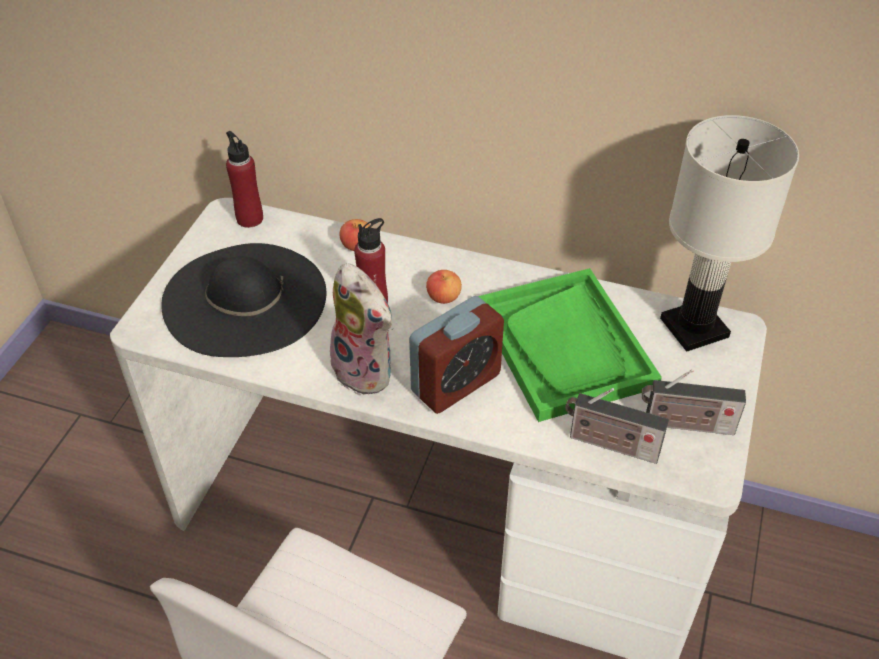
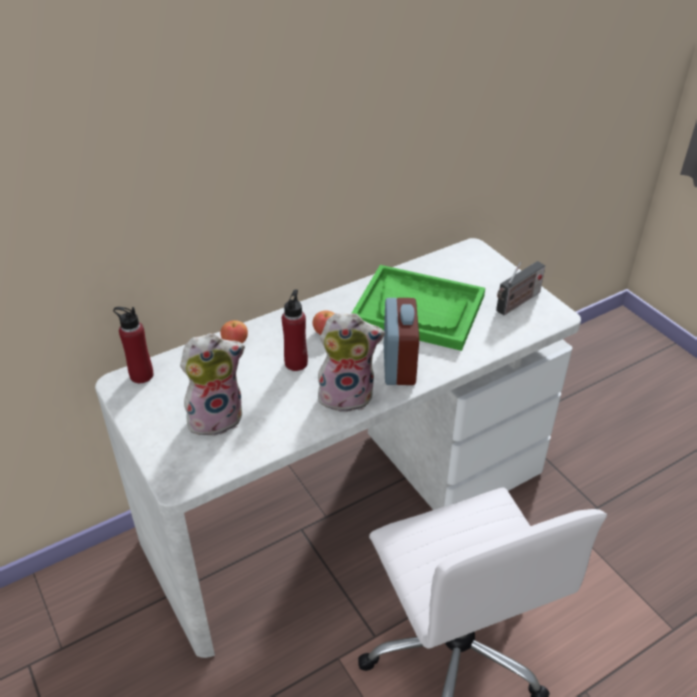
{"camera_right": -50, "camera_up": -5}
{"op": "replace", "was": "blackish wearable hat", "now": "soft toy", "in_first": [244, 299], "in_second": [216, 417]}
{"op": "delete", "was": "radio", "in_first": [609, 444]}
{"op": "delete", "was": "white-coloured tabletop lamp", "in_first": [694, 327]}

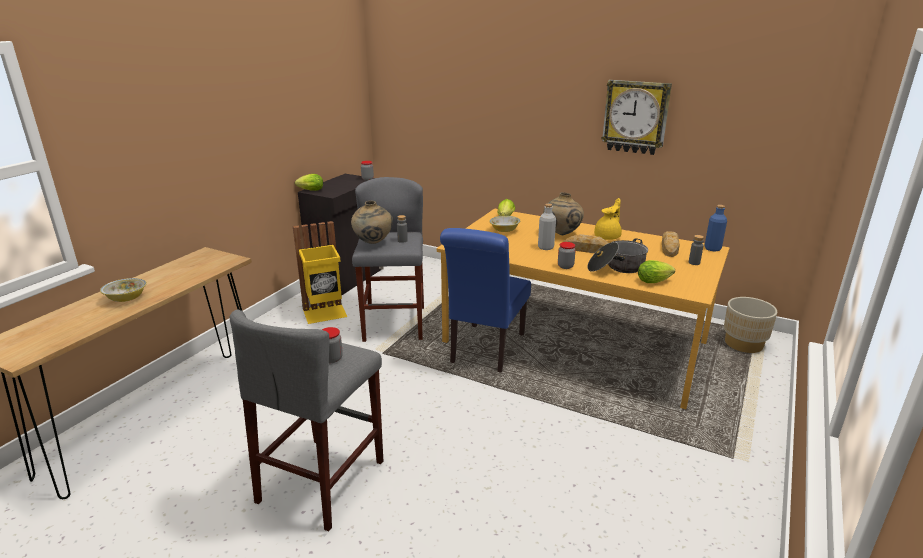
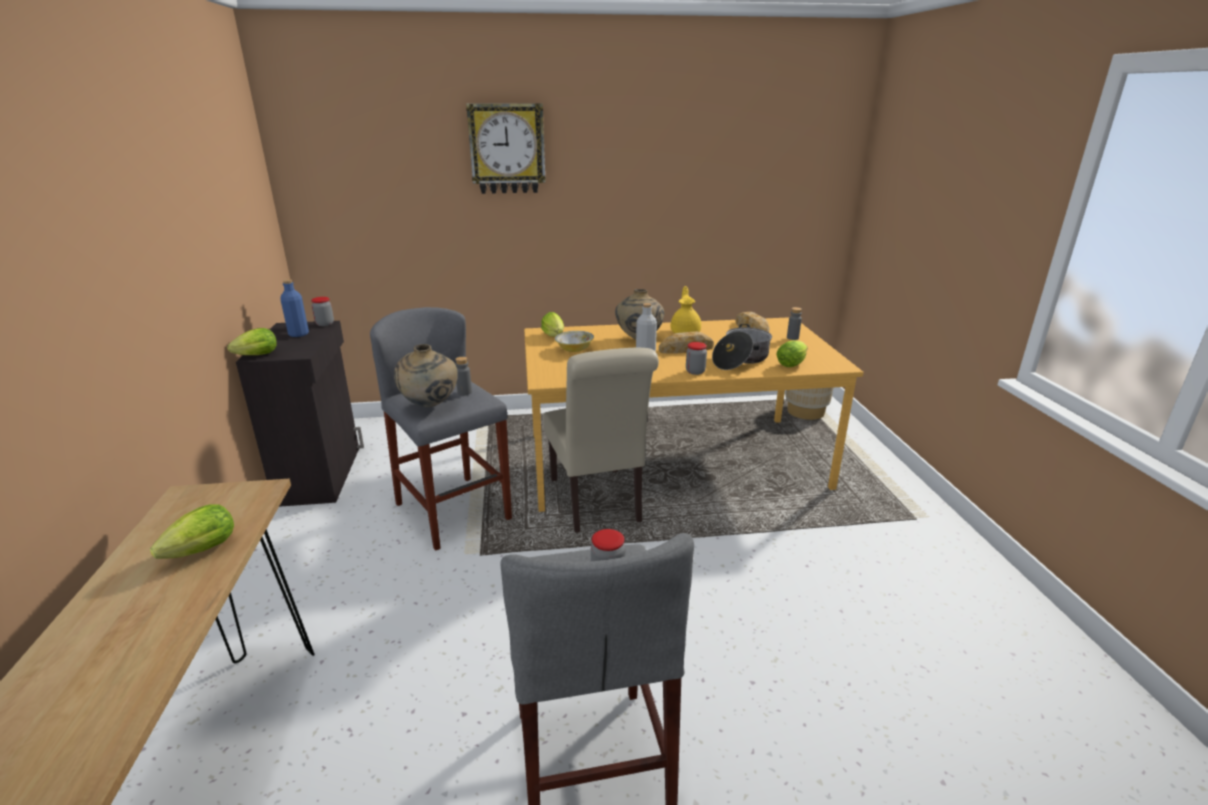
{"camera_right": -35, "camera_up": 0}
{"op": "insert", "now": "lettuce head", "in_second": [198, 553]}
{"op": "move", "was": "blue drink bottle", "in_first": [712, 248], "in_second": [298, 334]}
{"op": "move", "was": "clock on the wall", "in_first": [635, 117], "in_second": [507, 149]}
{"op": "recolor", "was": "blue upright chair", "now": "sand-coloured upright chair", "in_first": [485, 351], "in_second": [597, 504]}
{"op": "delete", "was": "deep dish", "in_first": [126, 298]}
{"op": "delete", "was": "yellow waste bin", "in_first": [325, 313]}

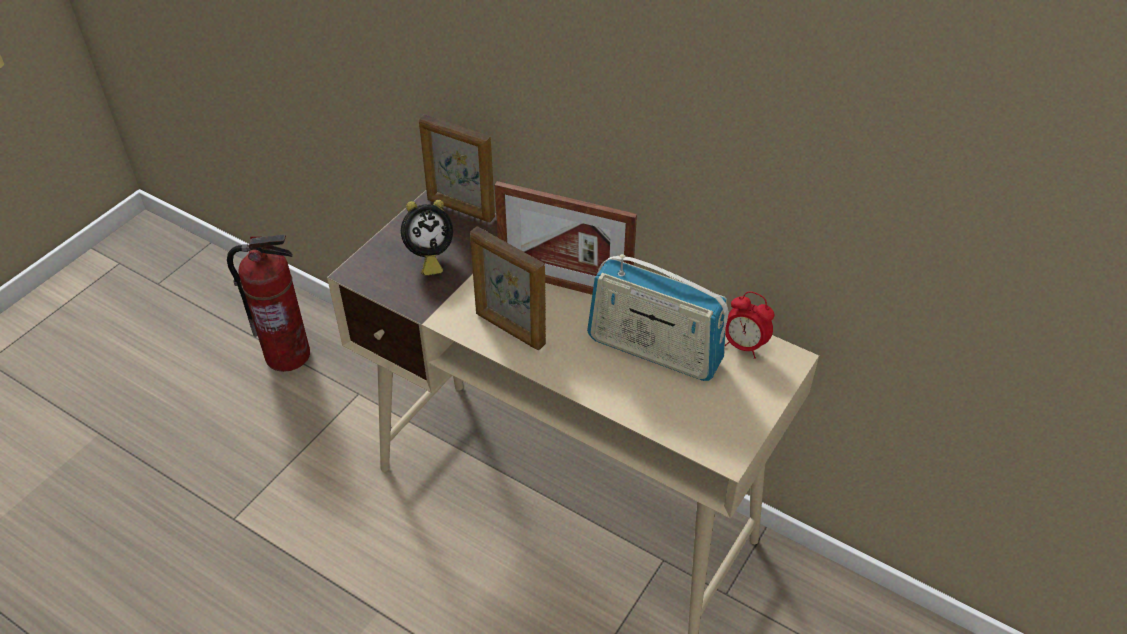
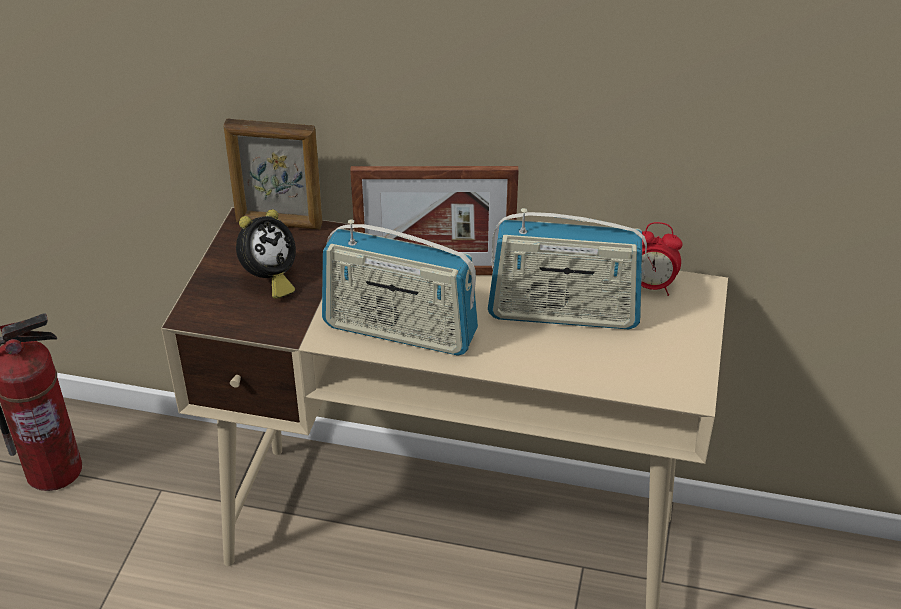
{"camera_right": -20, "camera_up": -5}
{"op": "replace", "was": "photo frame", "now": "radio", "in_first": [509, 329], "in_second": [399, 330]}

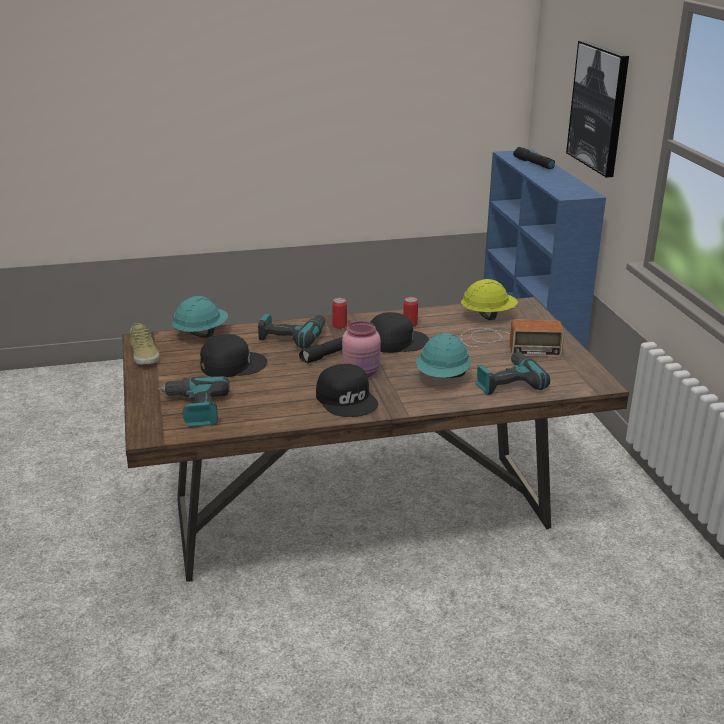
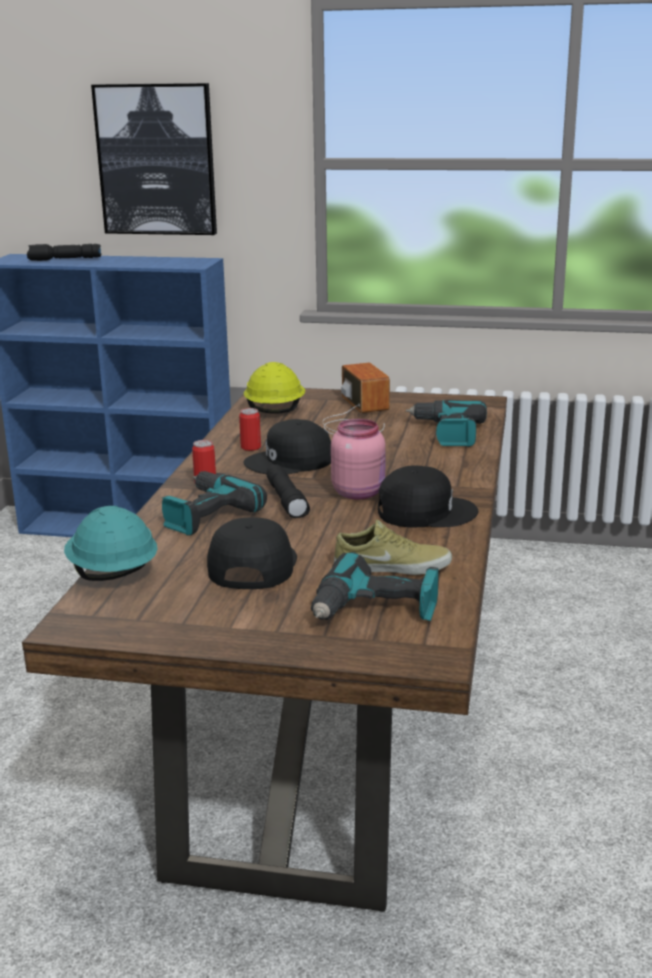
{"camera_right": -65, "camera_up": -5}
{"op": "rotate", "was": "blackish baseball cap", "in_first": [396, 341], "in_second": [290, 462], "clockwise": -120}
{"op": "rotate", "was": "radio", "in_first": [507, 343], "in_second": [355, 416], "clockwise": -45}
{"op": "move", "was": "sand-coloured shoe", "in_first": [145, 354], "in_second": [392, 566]}
{"op": "delete", "was": "turquoise-coloured safety helmet", "in_first": [443, 377]}

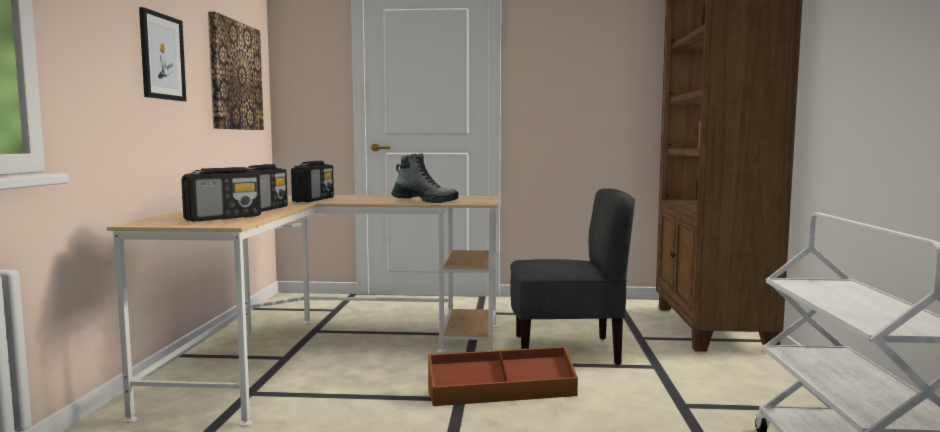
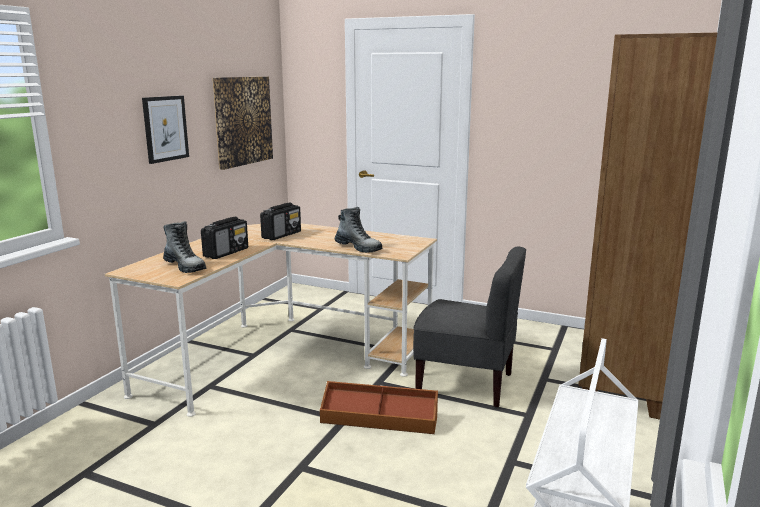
{"camera_right": 20, "camera_up": 10}
{"op": "replace", "was": "radio", "now": "tall boot", "in_first": [224, 218], "in_second": [185, 266]}

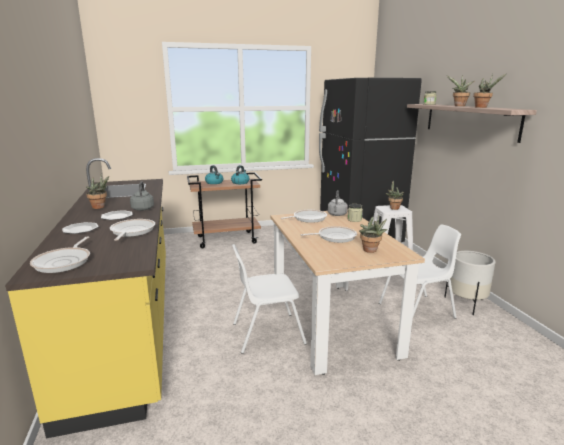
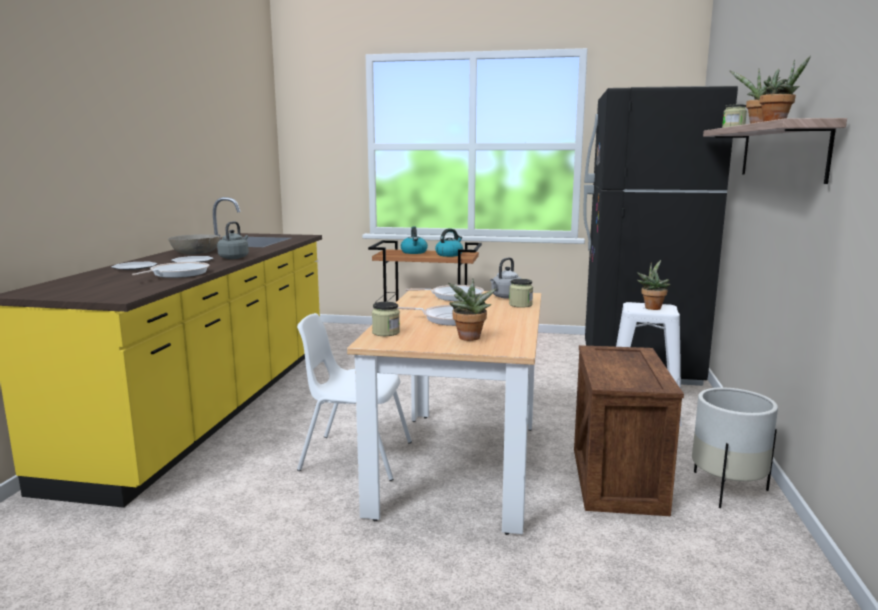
{"camera_right": 25, "camera_up": -5}
{"op": "replace", "was": "houseplant", "now": "grey deep dish", "in_first": [100, 207], "in_second": [195, 253]}
{"op": "insert", "now": "jar", "in_second": [386, 332]}
{"op": "replace", "was": "white-coloured upright chair", "now": "crate", "in_first": [418, 311], "in_second": [619, 480]}
{"op": "delete", "was": "pan", "in_first": [64, 262]}

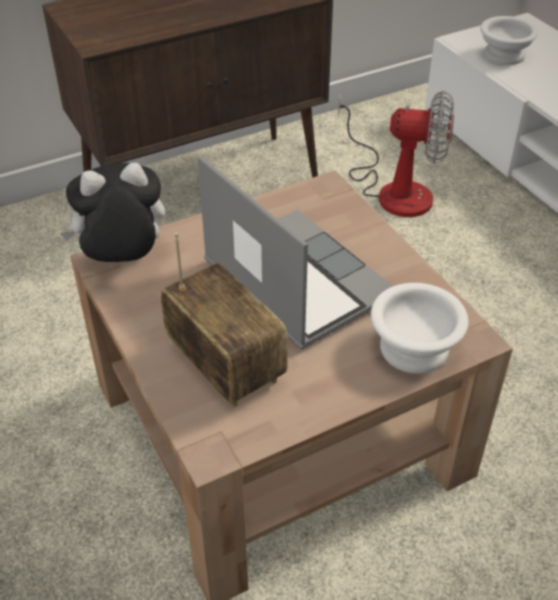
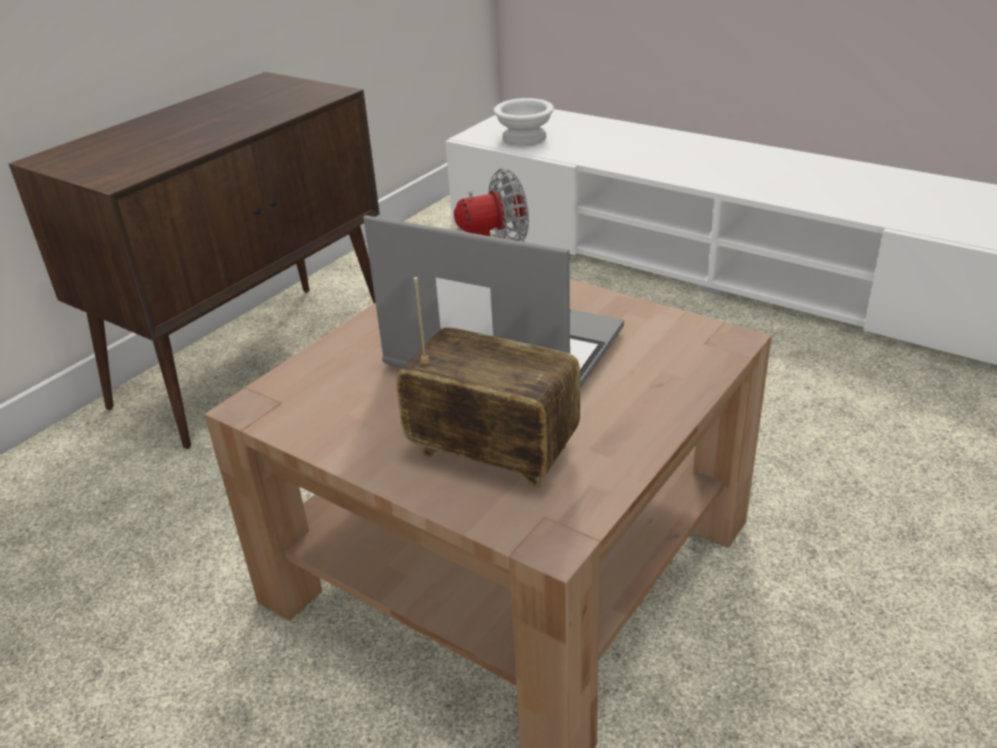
{"camera_right": -25, "camera_up": -10}
{"op": "delete", "was": "soft toy", "in_first": [123, 262]}
{"op": "delete", "was": "white-coloured deep dish", "in_first": [415, 347]}

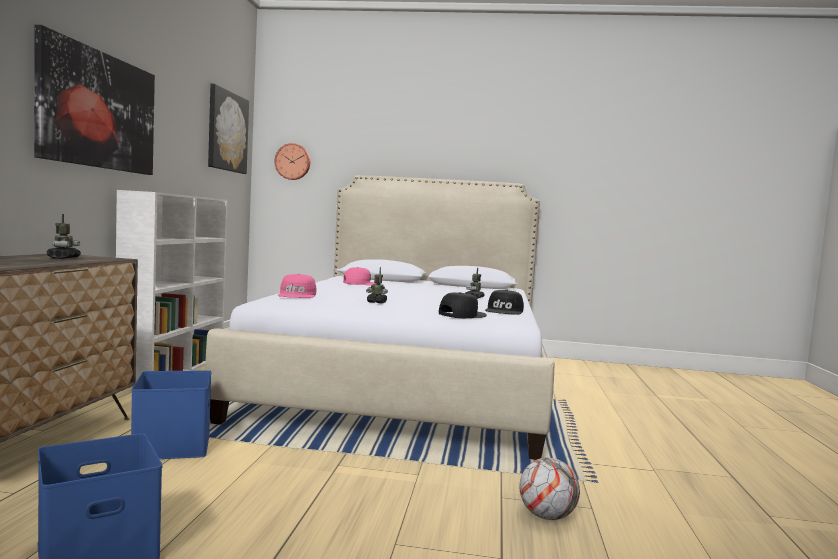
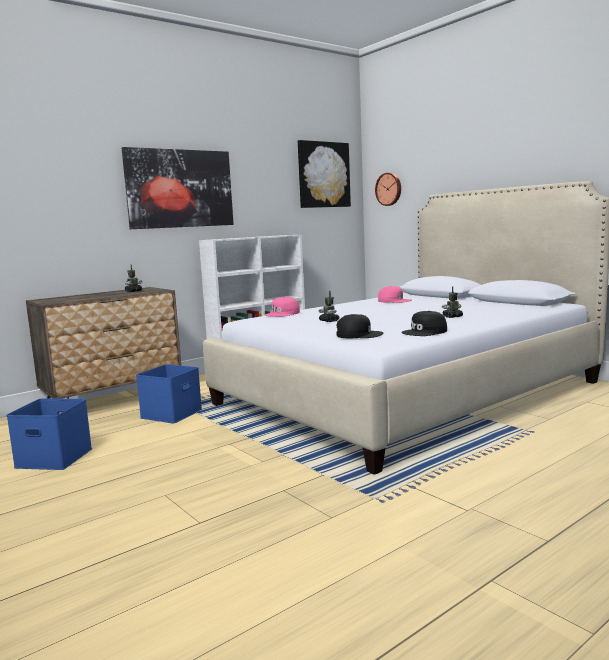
{"camera_right": 45, "camera_up": 5}
{"op": "delete", "was": "football ball", "in_first": [546, 516]}

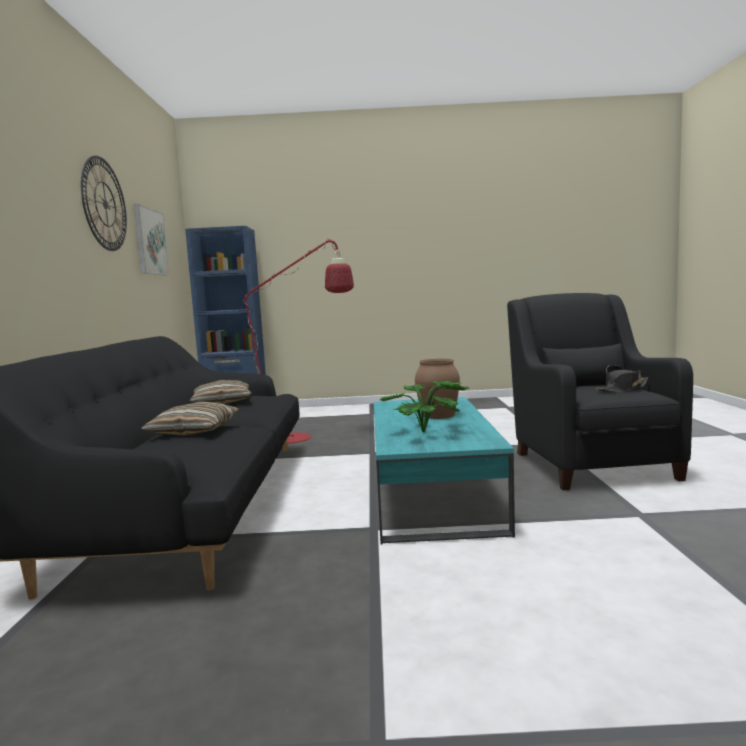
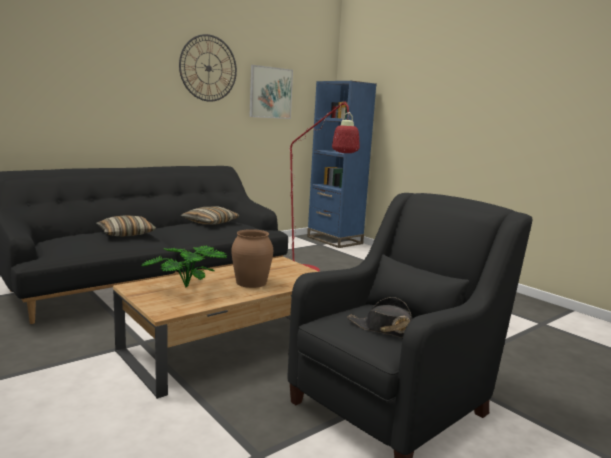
{"camera_right": 50, "camera_up": 5}
{"op": "recolor", "was": "turquoise-coloured lounge table", "now": "brownish lounge table", "in_first": [432, 492], "in_second": [232, 345]}

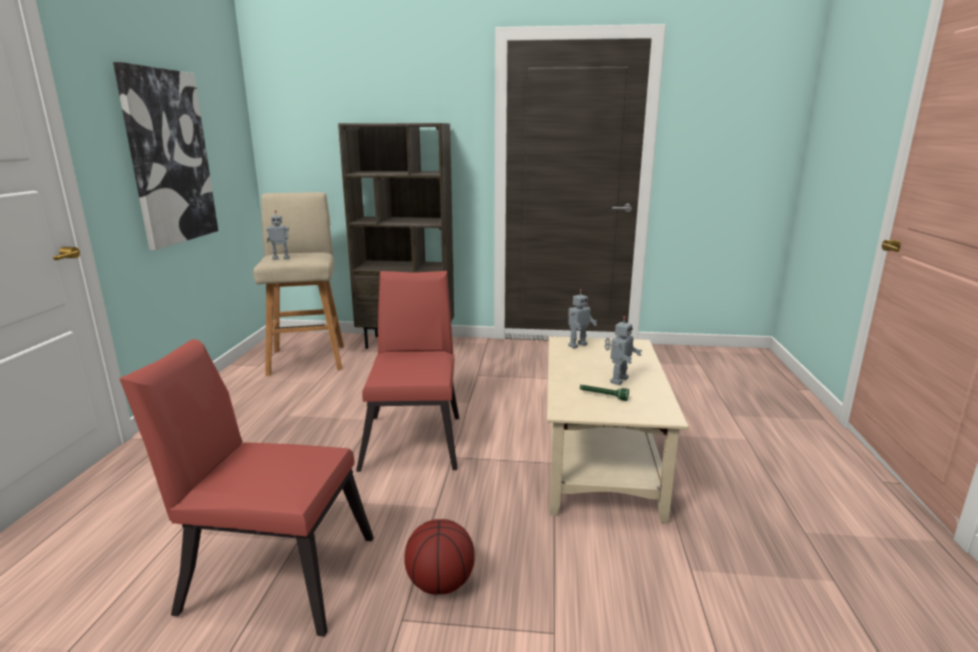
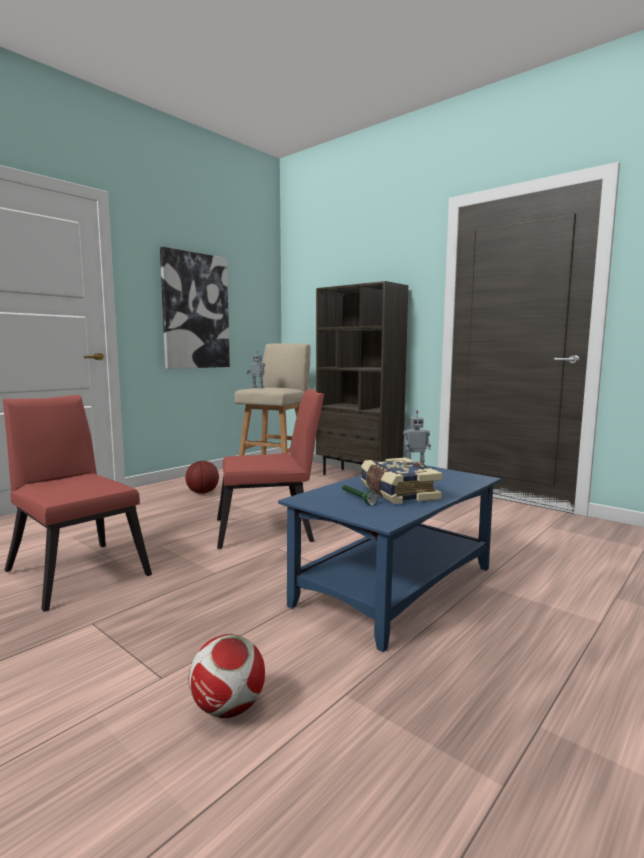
{"camera_right": 35, "camera_up": -10}
{"op": "move", "was": "basketball ball", "in_first": [441, 583], "in_second": [203, 492]}
{"op": "insert", "now": "football ball", "in_second": [228, 708]}
{"op": "rotate", "was": "reddish upright chair", "in_first": [415, 437], "in_second": [271, 530], "clockwise": 45}
{"op": "recolor", "was": "sand-coloured lounge table", "now": "blue lounge table", "in_first": [599, 458], "in_second": [396, 585]}
{"op": "replace", "was": "robot figure", "now": "volume", "in_first": [618, 380], "in_second": [397, 493]}

